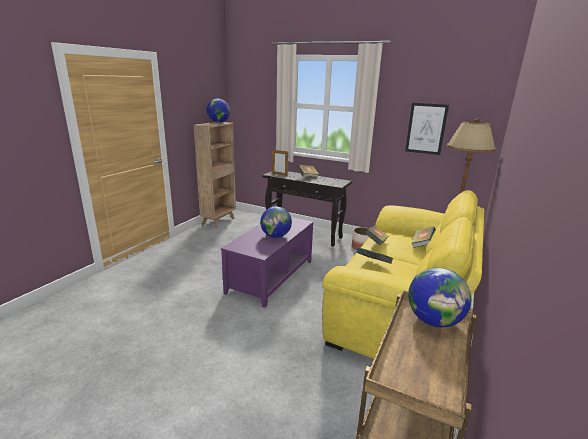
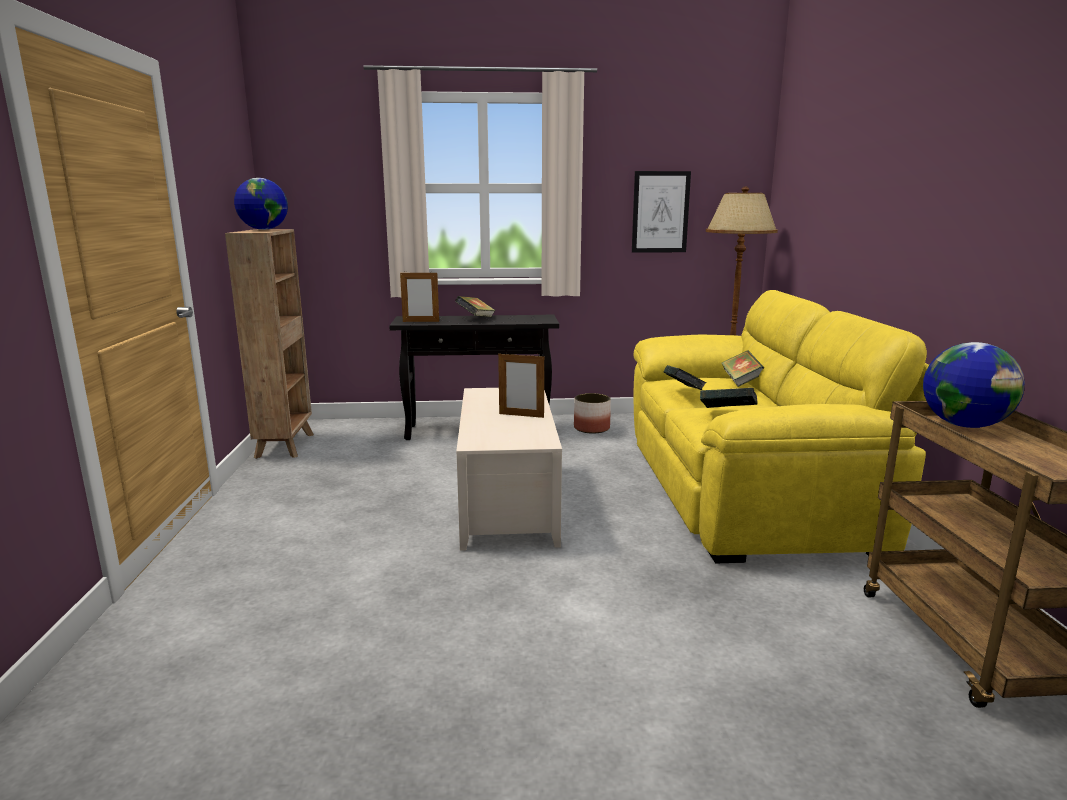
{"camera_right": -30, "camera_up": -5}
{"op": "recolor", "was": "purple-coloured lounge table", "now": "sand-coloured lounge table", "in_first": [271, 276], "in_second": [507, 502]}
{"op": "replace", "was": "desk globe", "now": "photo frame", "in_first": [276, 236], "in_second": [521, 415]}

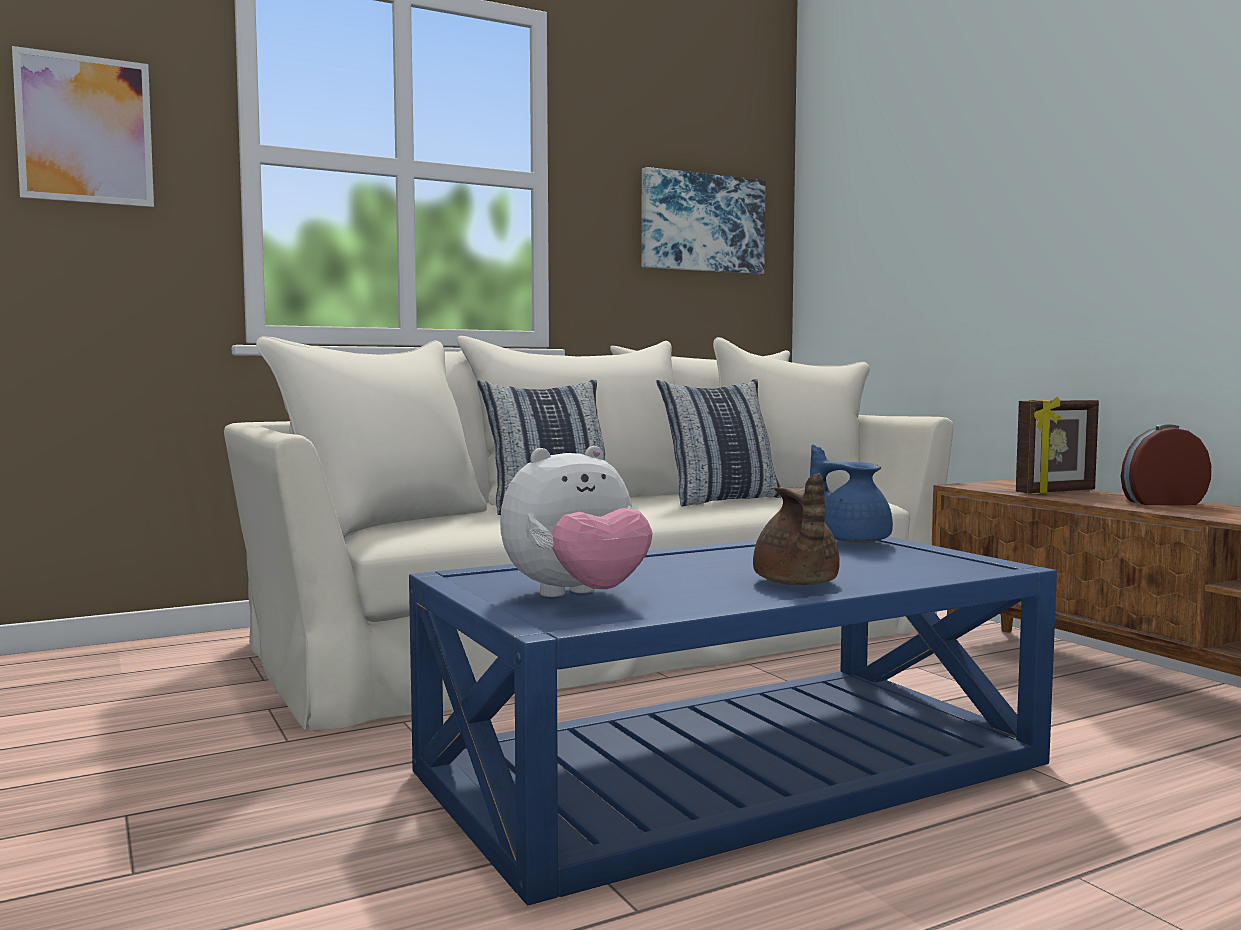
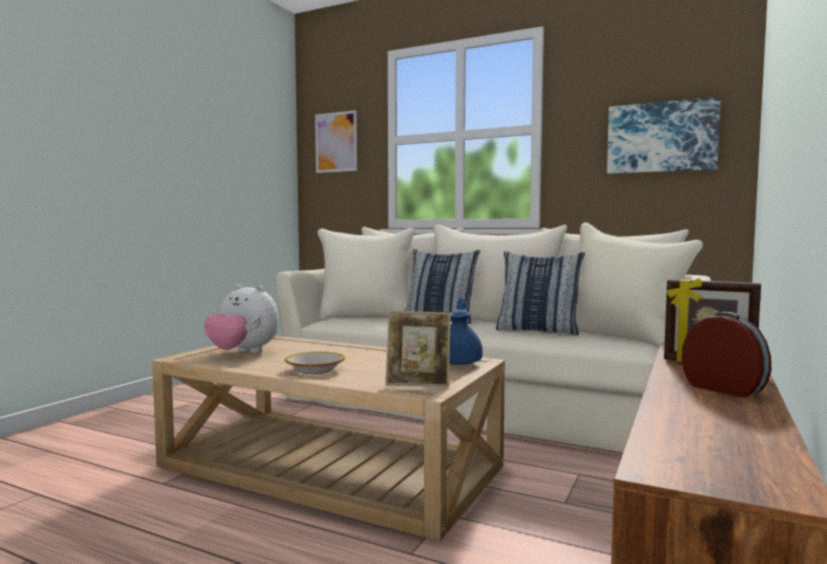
{"camera_right": 55, "camera_up": 0}
{"op": "recolor", "was": "blue lounge table", "now": "sand-coloured lounge table", "in_first": [732, 766], "in_second": [331, 465]}
{"op": "replace", "was": "brownish pot for tea", "now": "deep dish", "in_first": [795, 584], "in_second": [314, 370]}
{"op": "insert", "now": "photo frame", "in_second": [418, 383]}

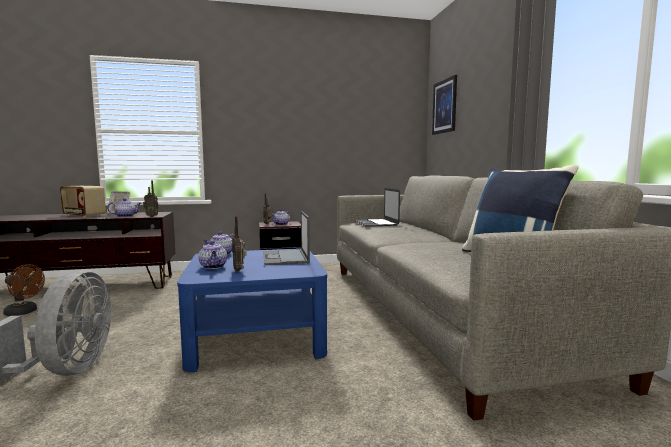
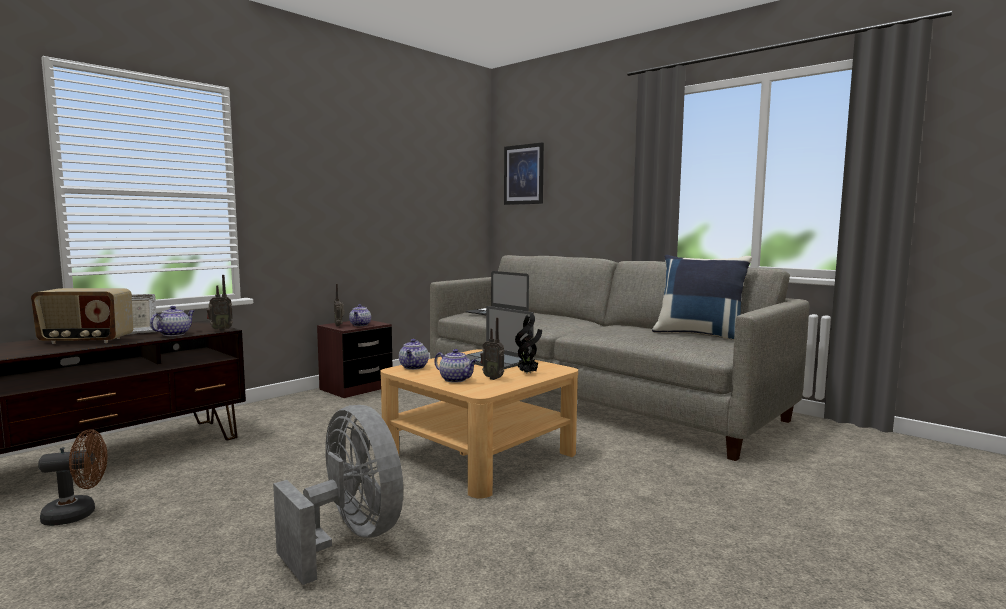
{"camera_right": -35, "camera_up": 0}
{"op": "recolor", "was": "blue lounge table", "now": "sand-coloured lounge table", "in_first": [257, 335], "in_second": [481, 454]}
{"op": "insert", "now": "houseplant", "in_second": [528, 373]}

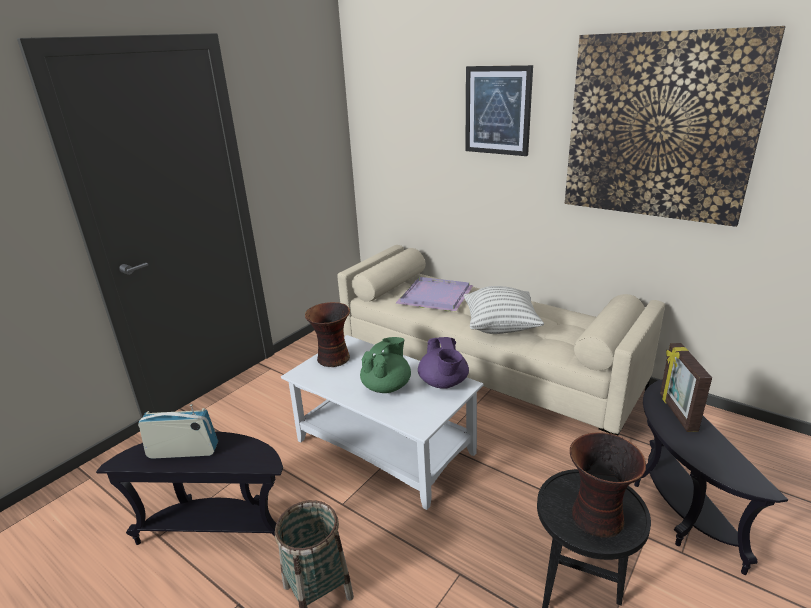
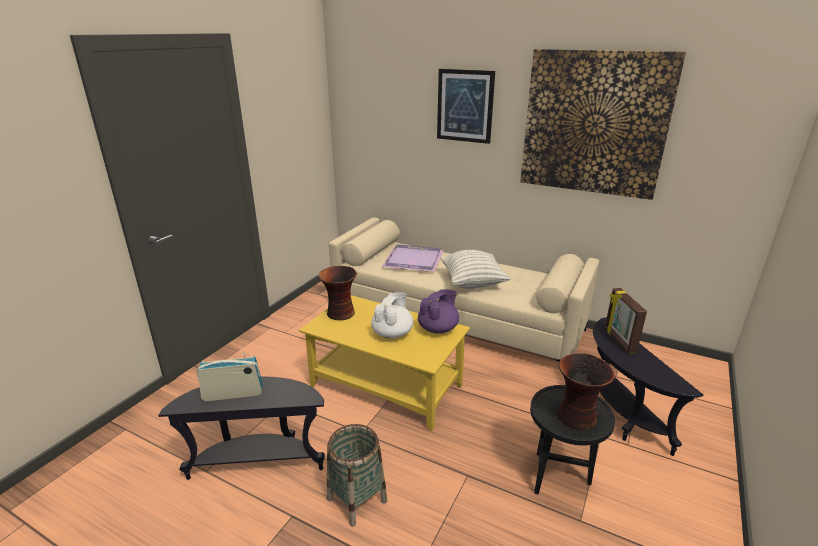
{"camera_right": -10, "camera_up": 0}
{"op": "recolor", "was": "white-coloured lounge table", "now": "yellow lounge table", "in_first": [386, 447], "in_second": [387, 385]}
{"op": "recolor", "was": "greenish pot for tea", "now": "white-coloured pot for tea", "in_first": [387, 386], "in_second": [392, 333]}
{"op": "rotate", "was": "purple-coloured pot for tea", "in_first": [443, 383], "in_second": [438, 328], "clockwise": -120}

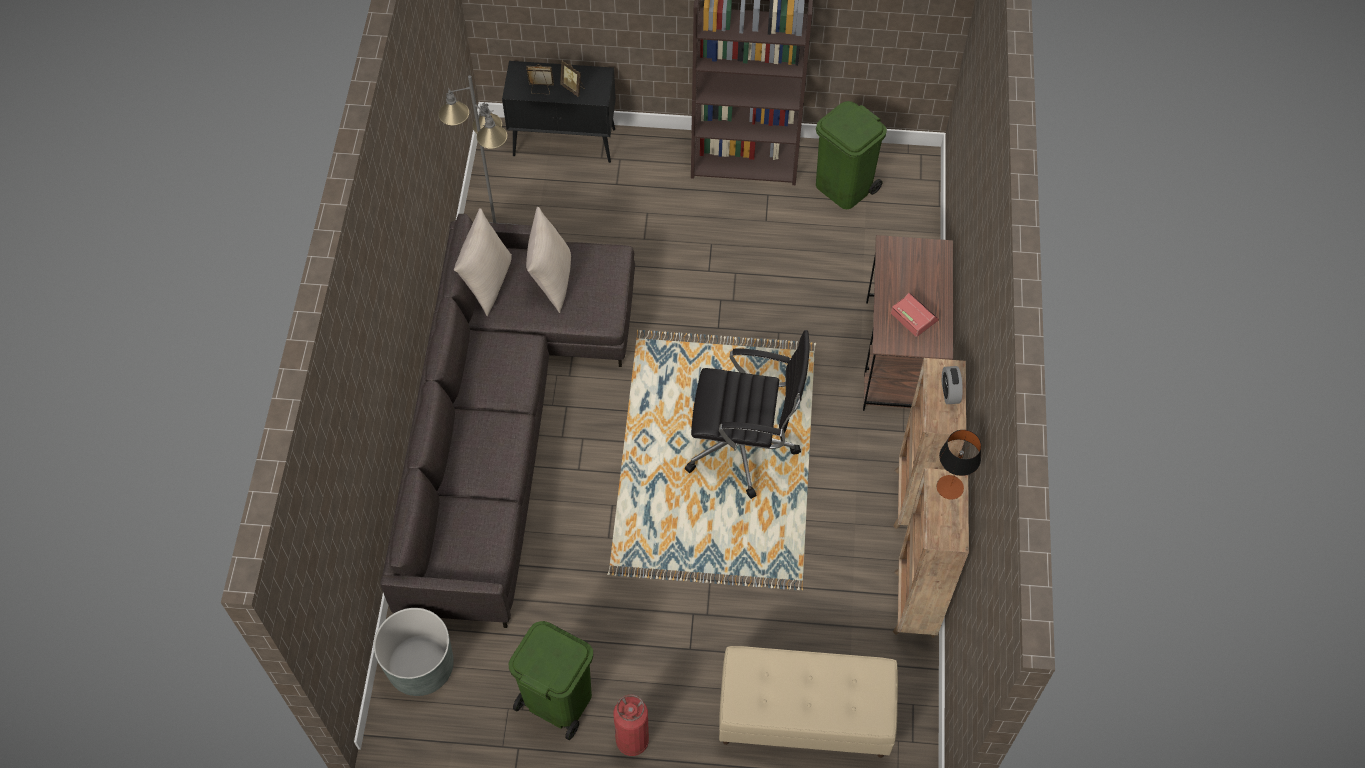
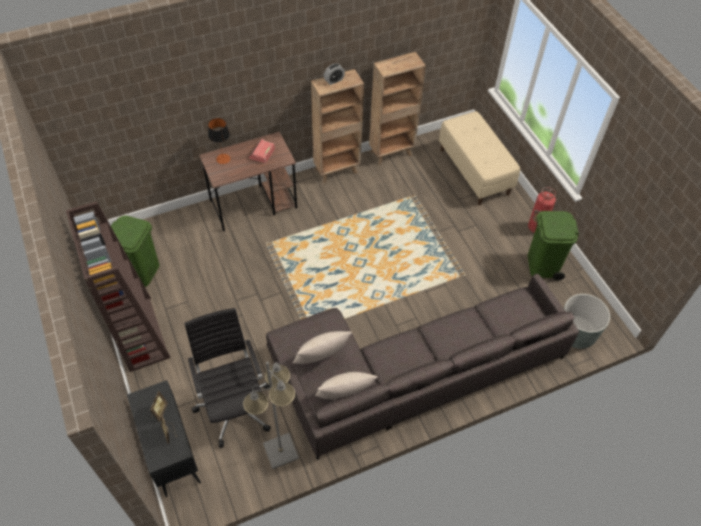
{"camera_right": -120, "camera_up": -5}
{"op": "move", "was": "blackish desk chair", "in_first": [744, 446], "in_second": [235, 405]}
{"op": "move", "was": "tabletop lamp", "in_first": [950, 487], "in_second": [223, 159]}

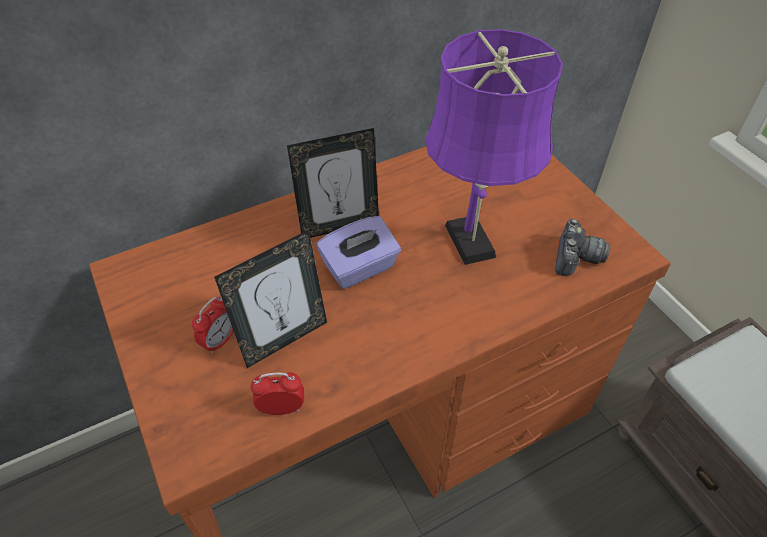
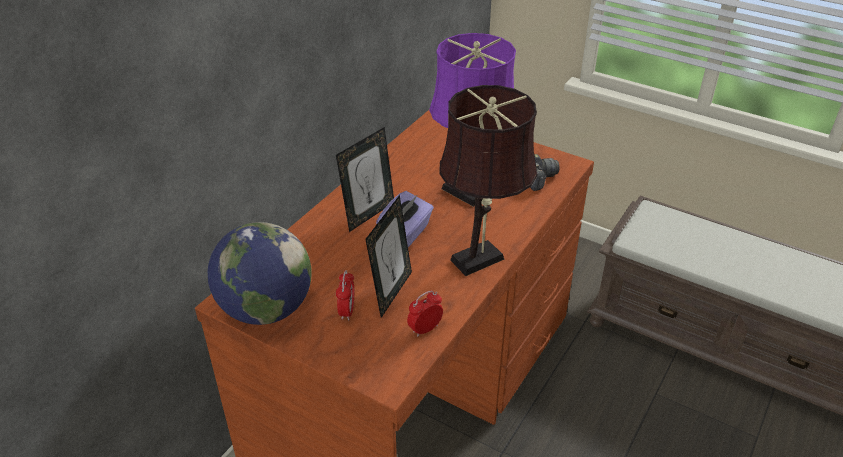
{"camera_right": -30, "camera_up": -10}
{"op": "insert", "now": "desk globe", "in_second": [266, 309]}
{"op": "insert", "now": "brownish tabletop lamp", "in_second": [481, 258]}

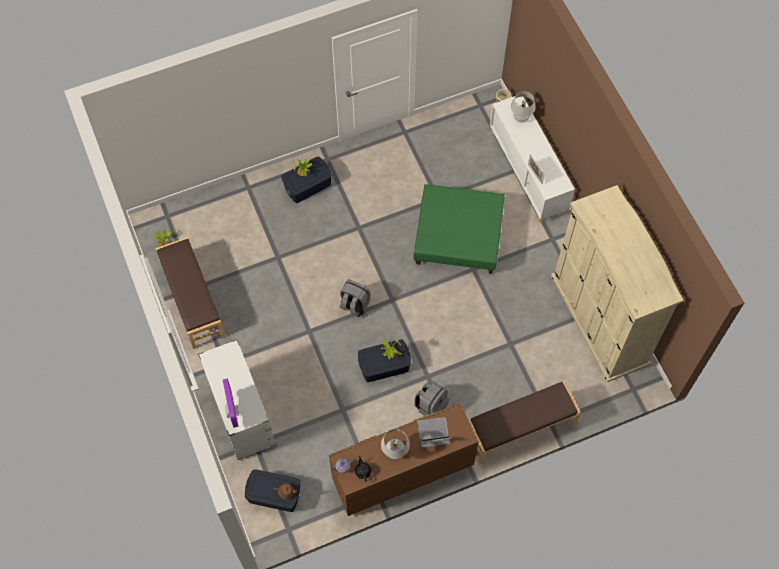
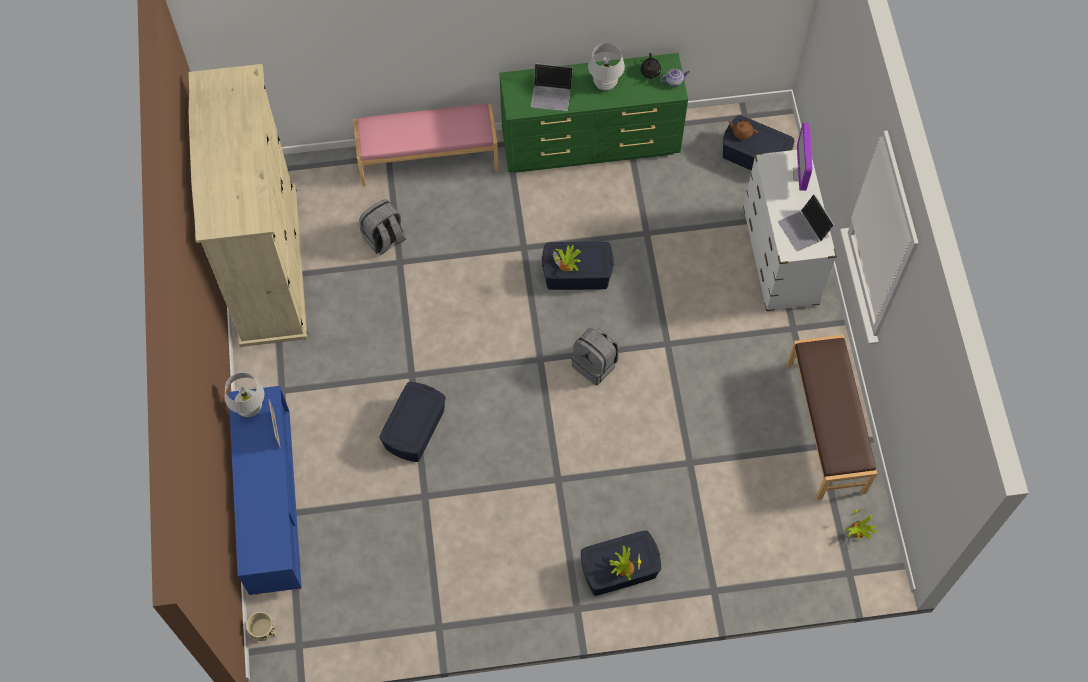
{"camera_right": -165, "camera_up": 0}
{"op": "move", "was": "white-coloured tabletop lamp", "in_first": [521, 118], "in_second": [250, 408]}
{"op": "recolor", "was": "white-coloured cabinet", "now": "blue cabinet", "in_first": [528, 172], "in_second": [272, 505]}
{"op": "recolor", "was": "brownish long seat", "now": "pink long seat", "in_first": [520, 429], "in_second": [428, 158]}
{"op": "move", "was": "grey rucksack", "in_first": [431, 405], "in_second": [384, 239]}
{"op": "replace", "was": "greenish footrest", "now": "blue storage container", "in_first": [458, 236], "in_second": [414, 429]}
{"op": "recolor", "was": "brownish chest of drawers", "now": "greenish chest of drawers", "in_first": [402, 472], "in_second": [591, 144]}
{"op": "insert", "now": "notebook computer", "in_second": [804, 229]}

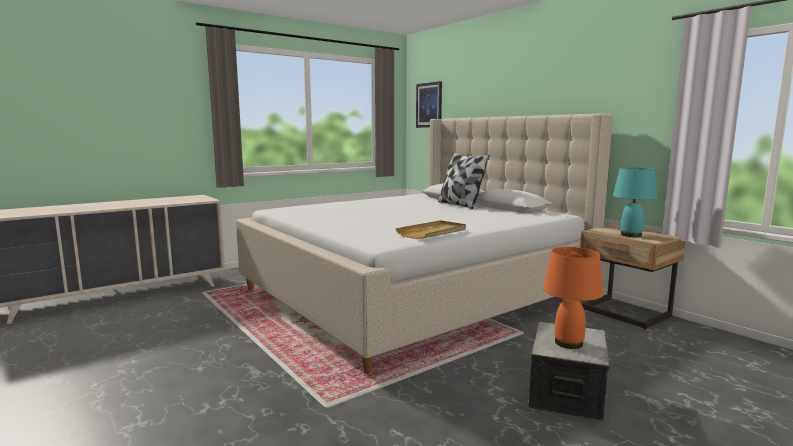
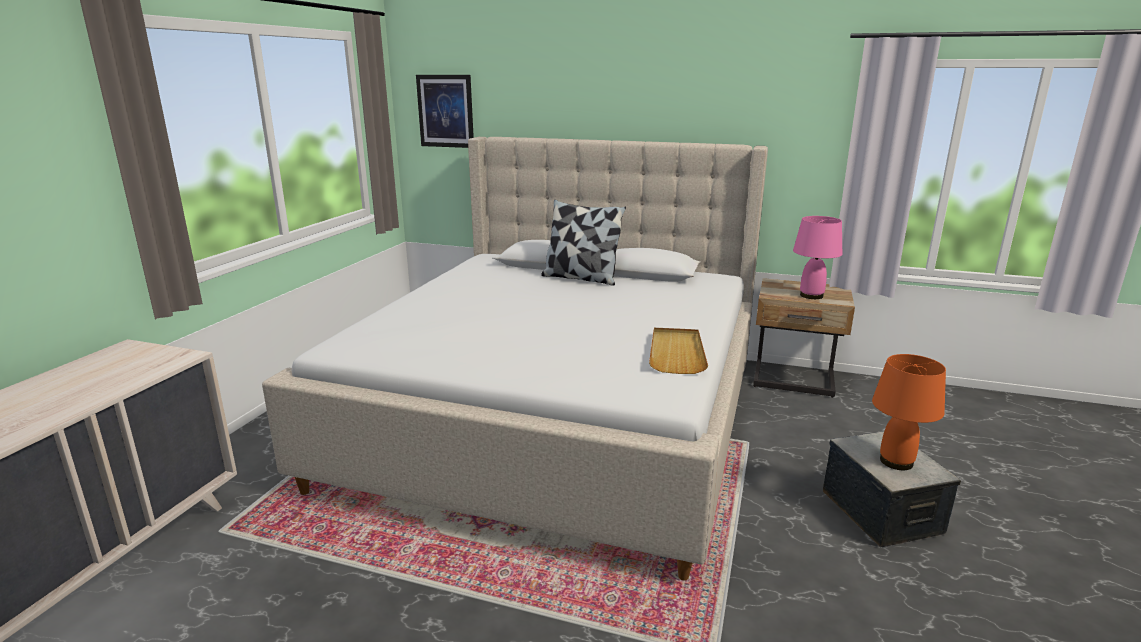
{"camera_right": -35, "camera_up": 10}
{"op": "recolor", "was": "turquoise-coloured tabletop lamp", "now": "pink tabletop lamp", "in_first": [631, 235], "in_second": [811, 295]}

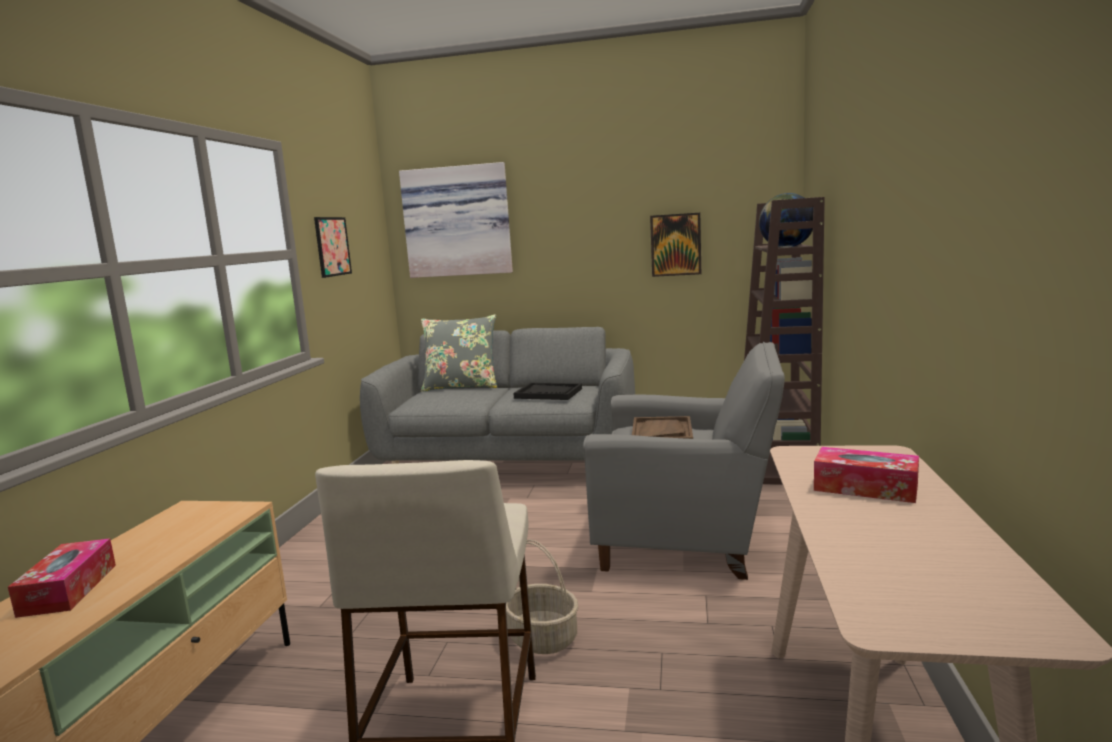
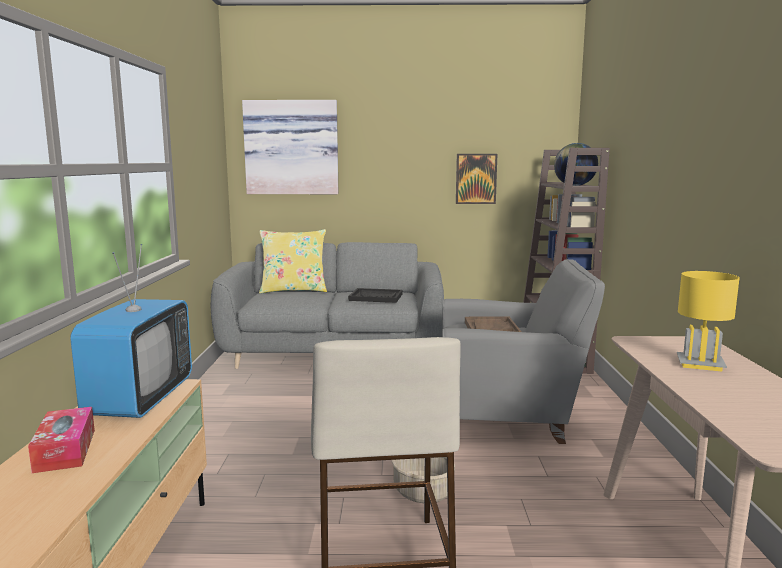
{"camera_right": -10, "camera_up": 0}
{"op": "insert", "now": "TV", "in_second": [140, 399]}
{"op": "recolor", "was": "grey cushion", "now": "yellow cushion", "in_first": [461, 387], "in_second": [294, 290]}
{"op": "replace", "was": "tissue box", "now": "yellow tabletop lamp", "in_first": [865, 488], "in_second": [700, 364]}
{"op": "delete", "was": "wall art", "in_first": [332, 246]}

